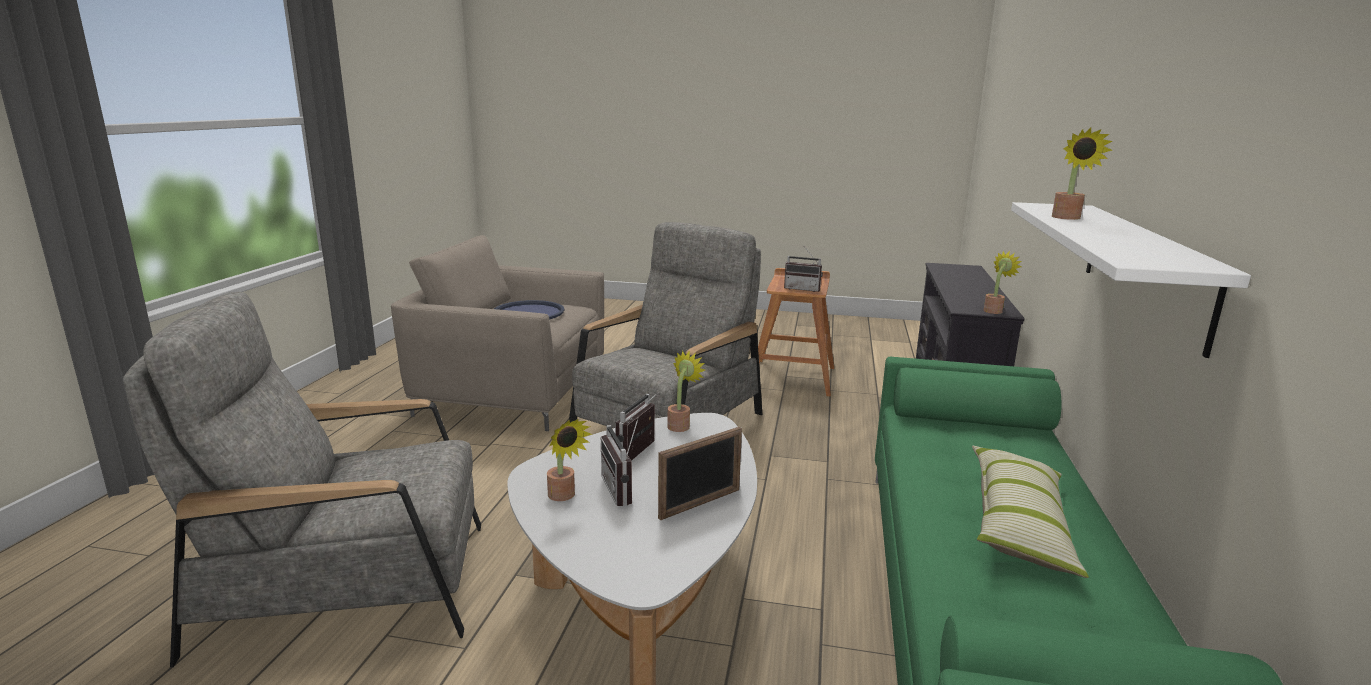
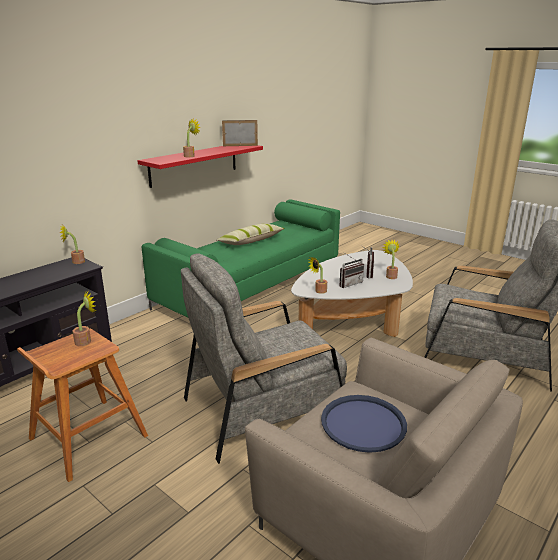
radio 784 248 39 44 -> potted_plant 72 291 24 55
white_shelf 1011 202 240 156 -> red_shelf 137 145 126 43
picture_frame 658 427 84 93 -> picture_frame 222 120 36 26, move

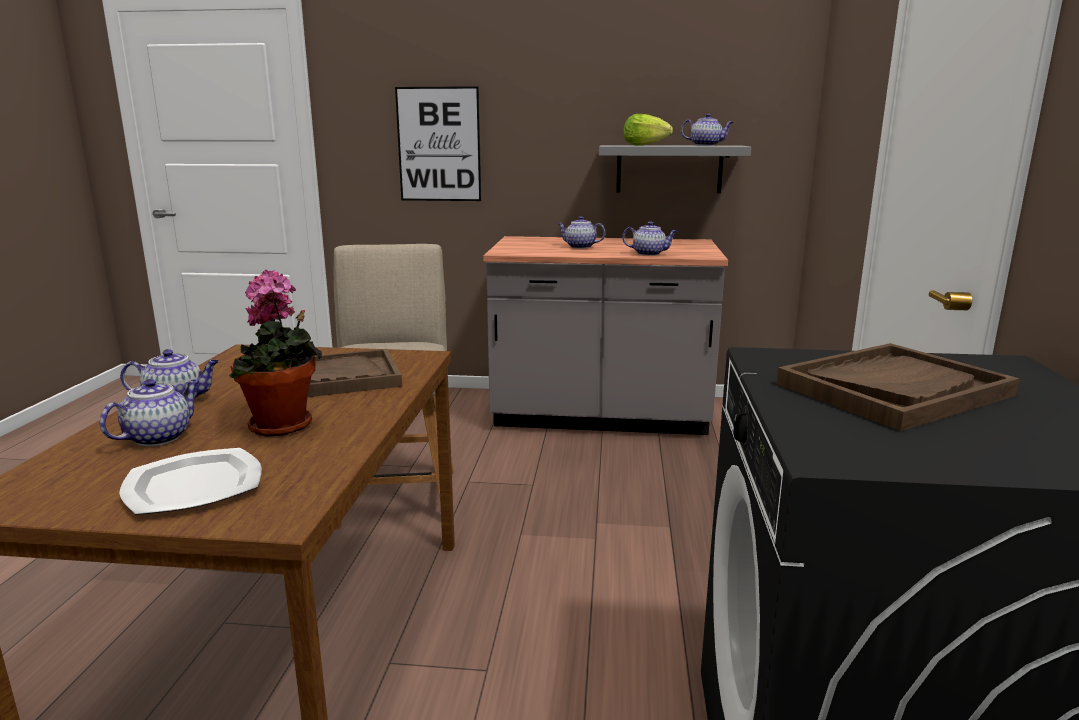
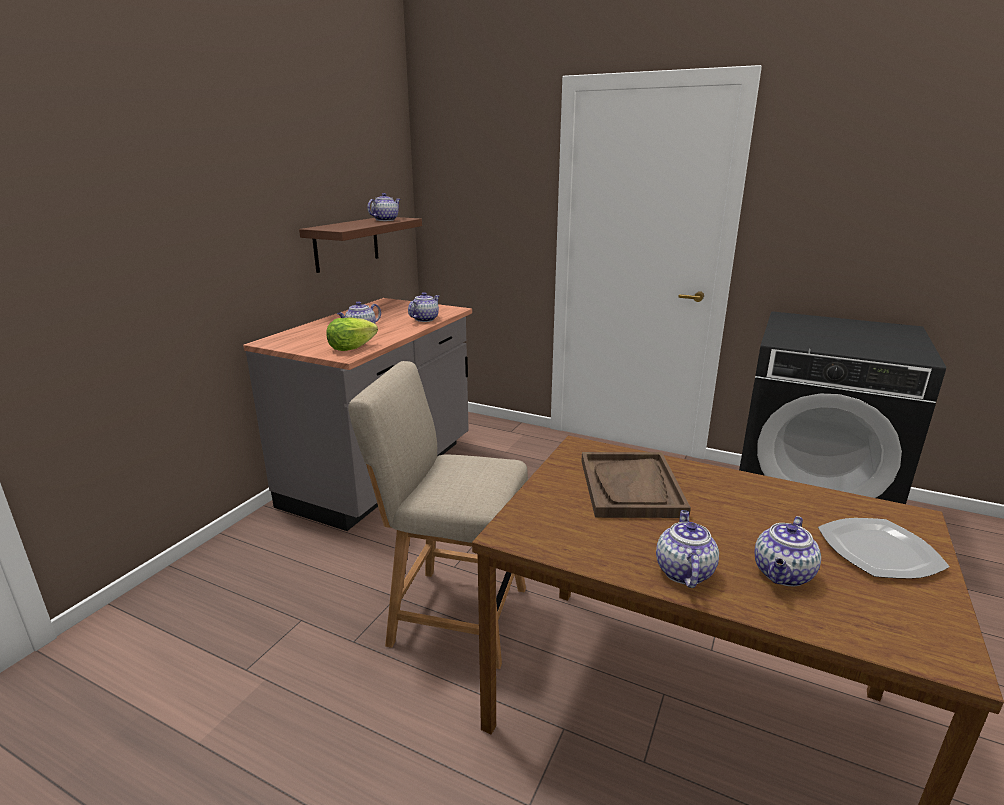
grey_shelf 599 145 152 48 -> brown_shelf 299 217 123 56
lettuce 623 114 50 32 -> lettuce 326 317 52 34, move
teapot 100 379 99 67 -> teapot 755 516 66 70, 105 degrees counterclockwise
potted_plant 229 270 93 166 -> none
picture 395 86 86 115 -> none
brown_tray 776 343 244 88 -> none

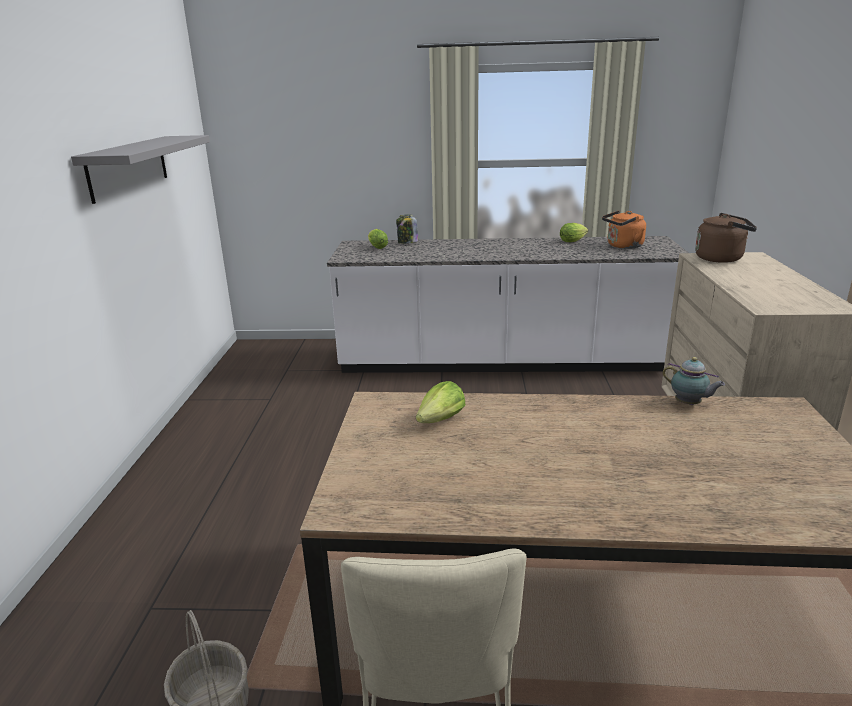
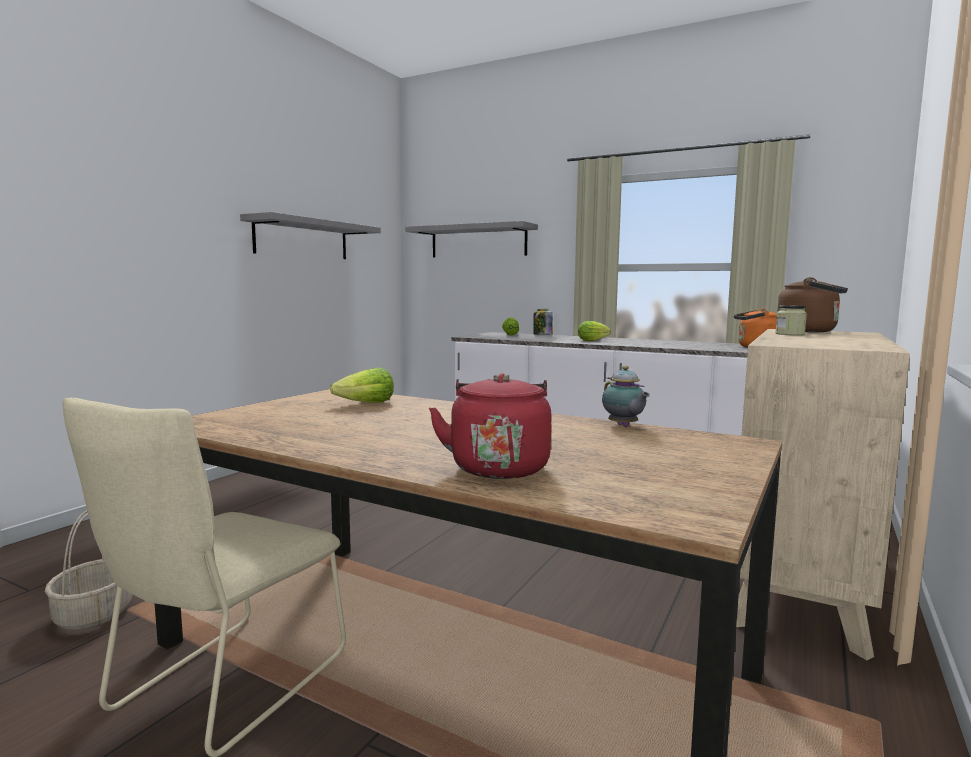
none -> grey_shelf 406 221 132 37
none -> red_kettle 429 373 123 106
lettuce 560 223 28 19 -> lettuce 578 321 33 20, move
none -> jar 776 305 31 30

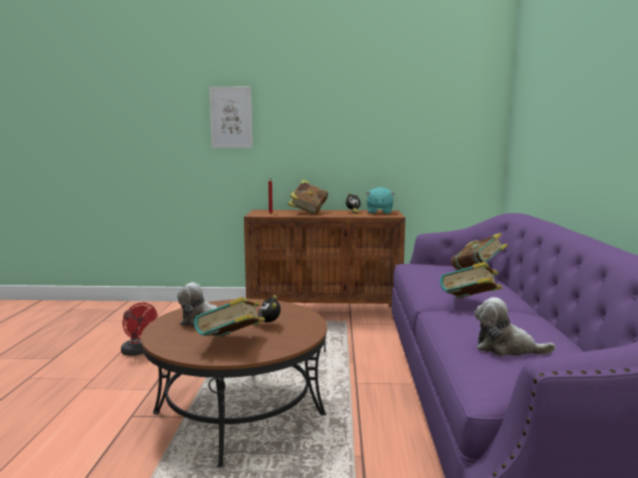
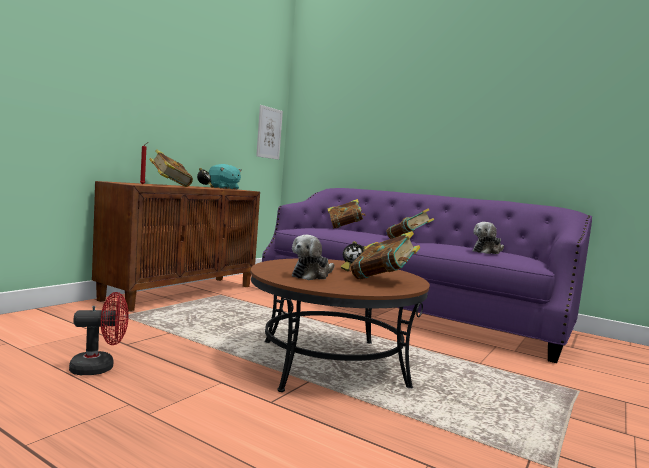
picture 209 87 44 61 -> picture 256 105 27 55, move

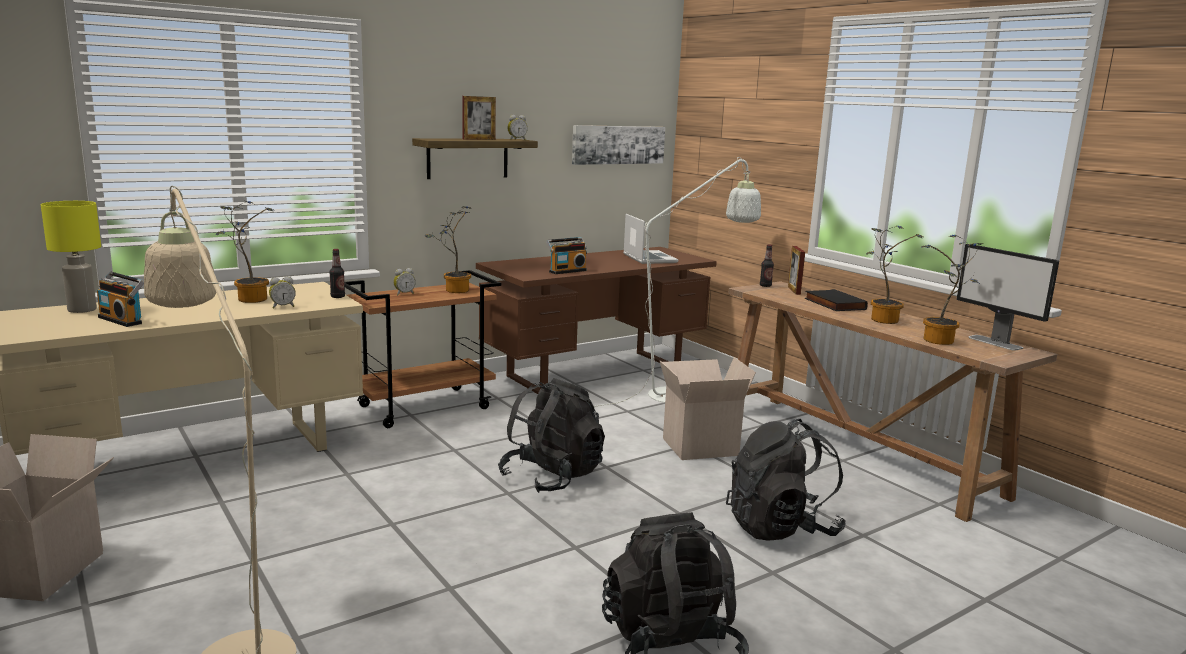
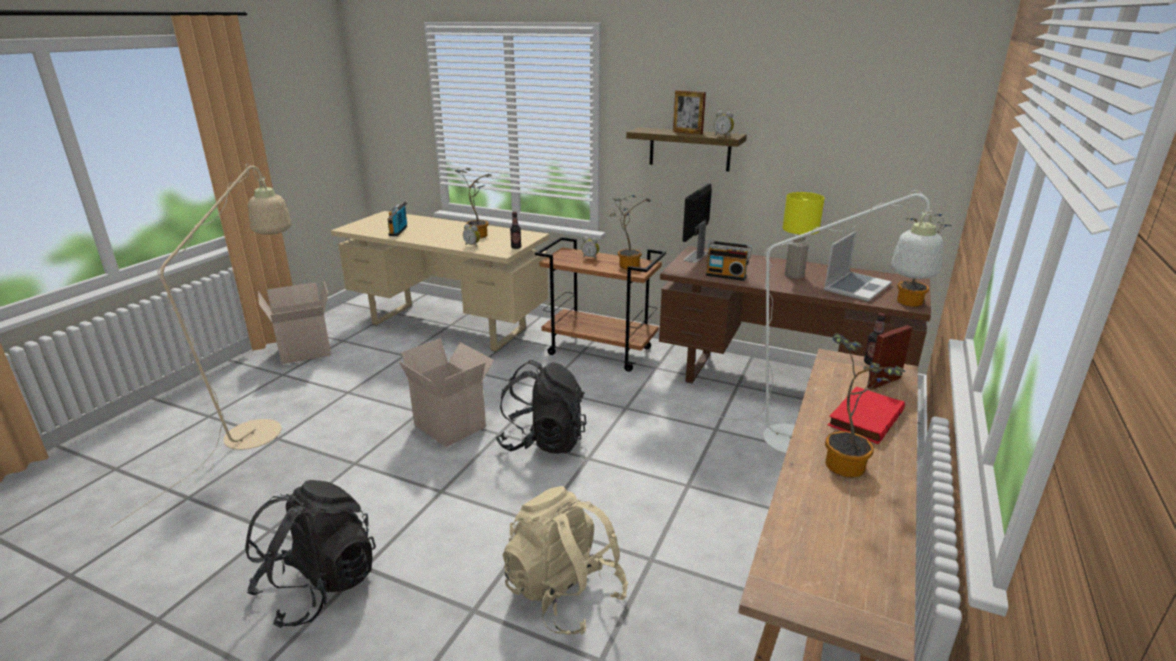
cardboard_box 659 357 97 103 -> cardboard_box 399 338 95 109, move
black_backpack 726 419 120 122 -> beige_backpack 502 486 126 149
monitor 957 244 102 106 -> monitor 682 183 30 80, move
yellow_table_lamp 41 201 60 112 -> yellow_table_lamp 783 192 42 87, move
black_book 804 289 64 22 -> red_book 828 387 77 57
potted_plant 921 235 62 110 -> potted_plant 897 214 55 93, move
picture 572 125 93 40 -> none

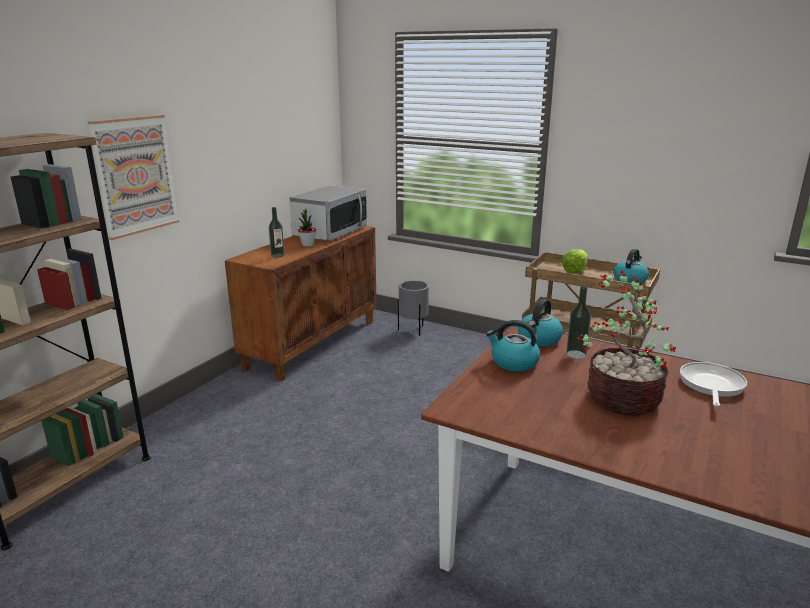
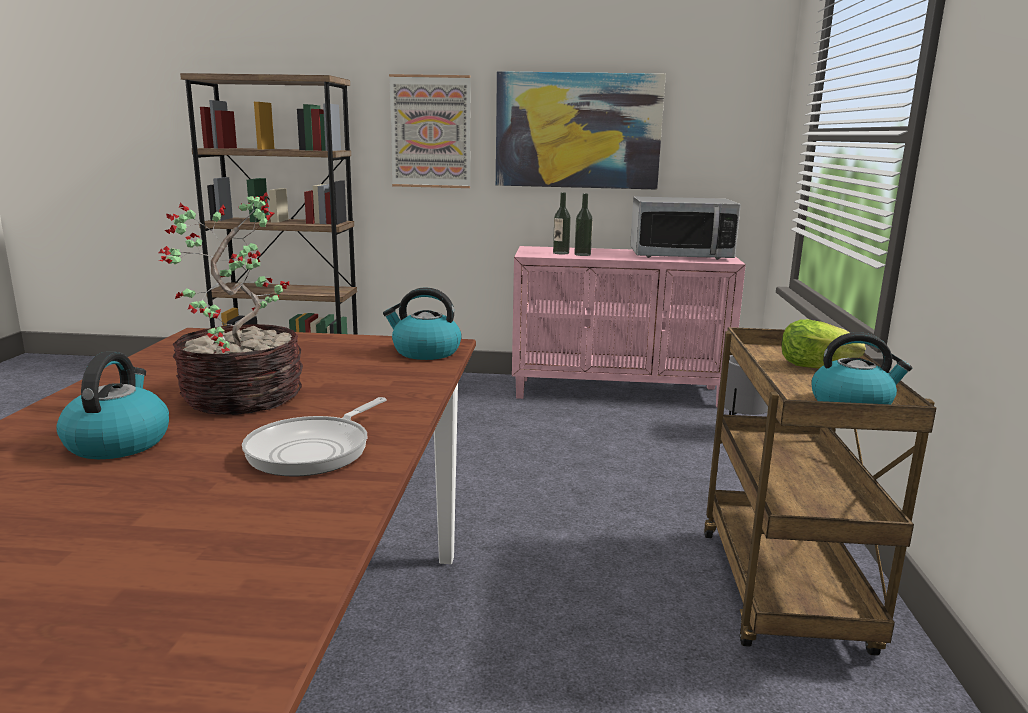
kettle 486 320 54 51 -> kettle 56 351 113 108, move
frying_pan 680 362 67 45 -> frying_pan 242 397 144 79, 120 degrees clockwise
none -> picture 496 71 170 119
brown_cabinet 225 226 152 156 -> pink_cabinet 512 246 234 161
bottle 566 286 25 73 -> bottle 574 193 19 63, move
potted_plant 298 208 18 39 -> none

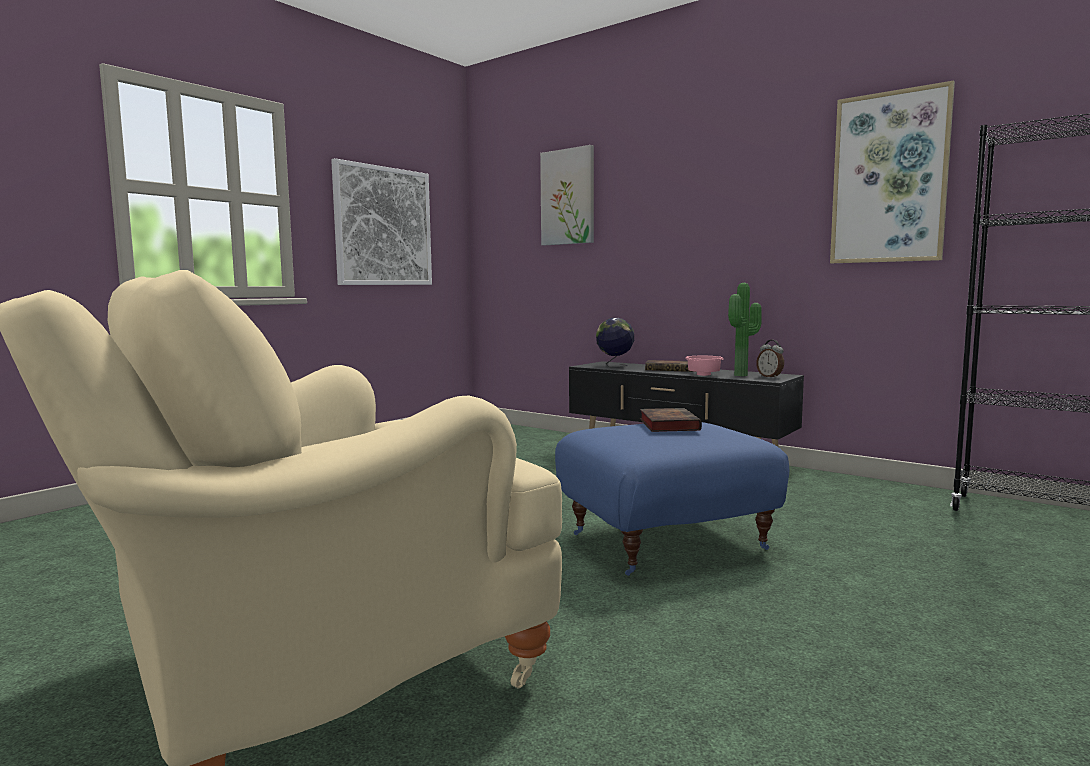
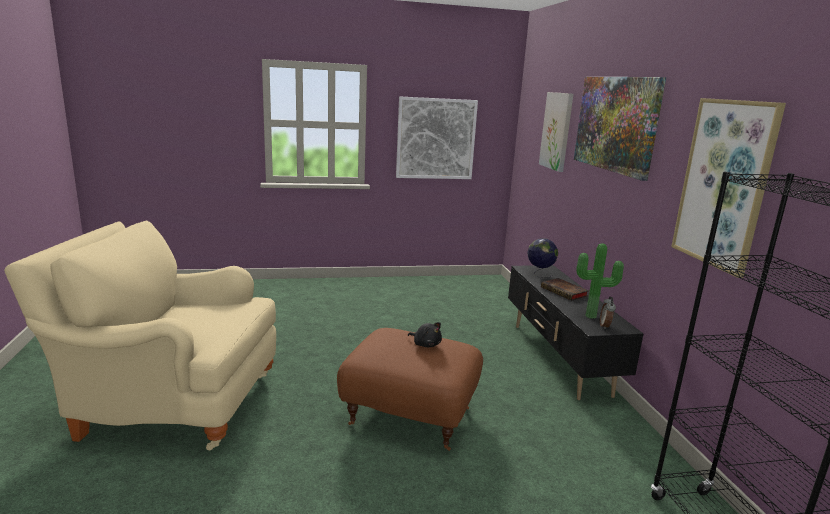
blue_ottoman 555 422 234 154 -> brown_ottoman 337 328 146 123
book 640 408 62 24 -> black_plush_toy 408 322 34 25
none -> picture 574 77 92 104
pink_bowl 685 356 38 20 -> none

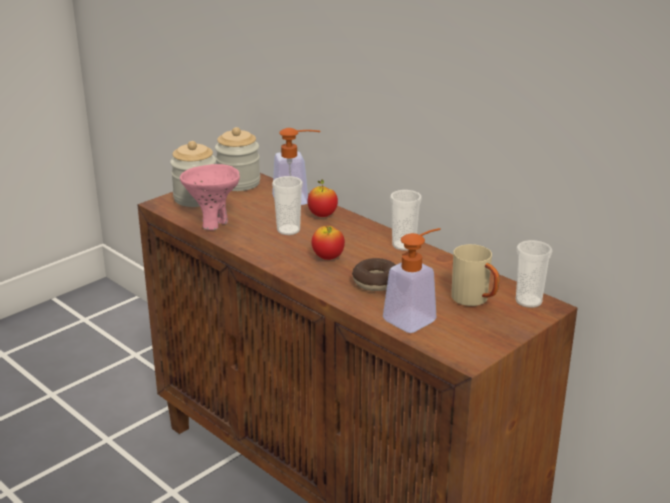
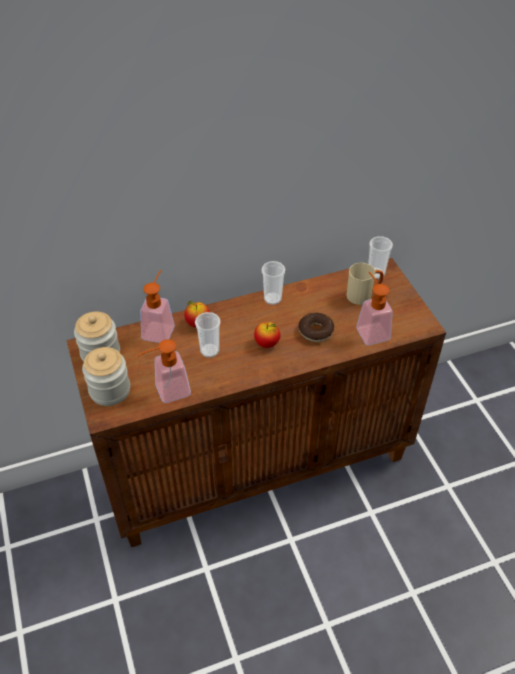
pink_bowl 180 164 60 66 -> soap_dispenser 137 339 54 64

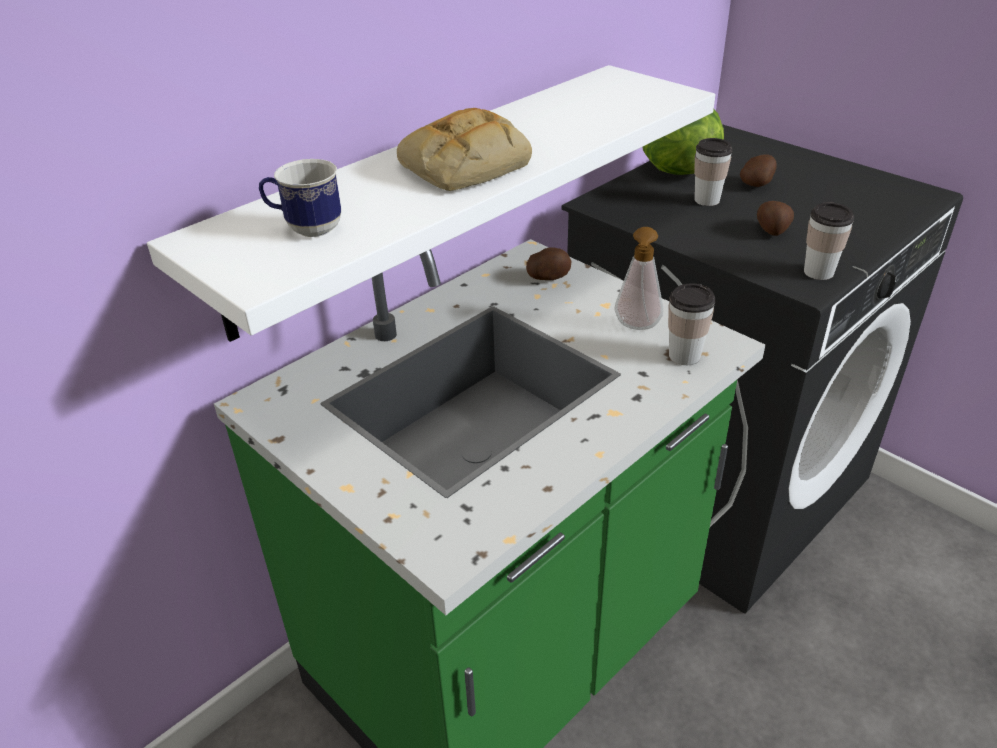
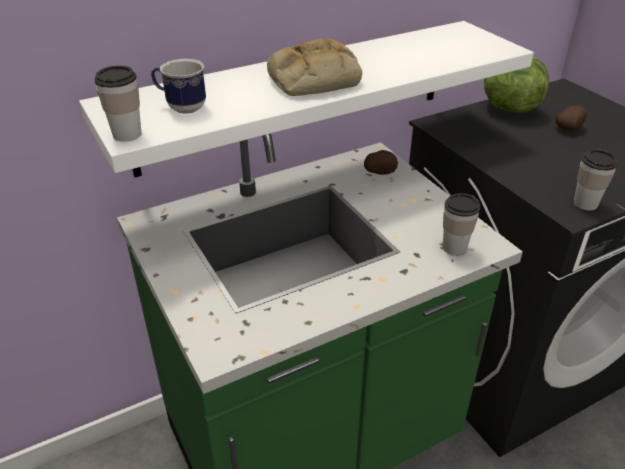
cup 694 138 38 68 -> cup 94 65 47 77, move
soap_dispenser 614 227 50 103 -> none
potato 757 201 37 35 -> none

